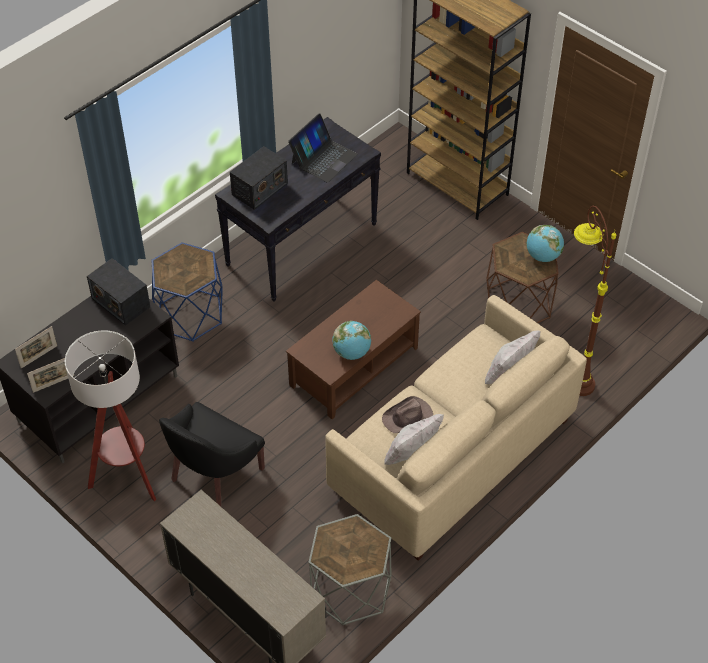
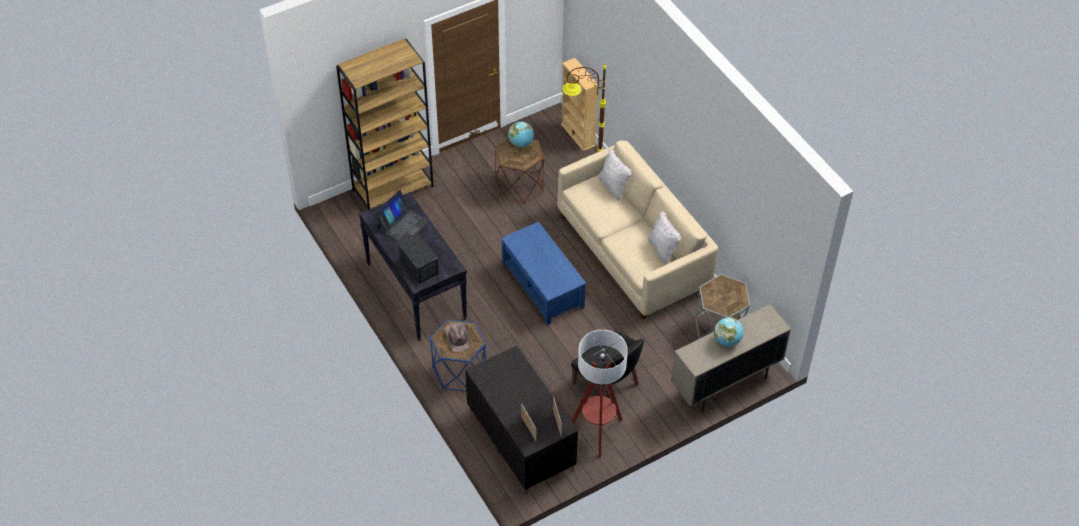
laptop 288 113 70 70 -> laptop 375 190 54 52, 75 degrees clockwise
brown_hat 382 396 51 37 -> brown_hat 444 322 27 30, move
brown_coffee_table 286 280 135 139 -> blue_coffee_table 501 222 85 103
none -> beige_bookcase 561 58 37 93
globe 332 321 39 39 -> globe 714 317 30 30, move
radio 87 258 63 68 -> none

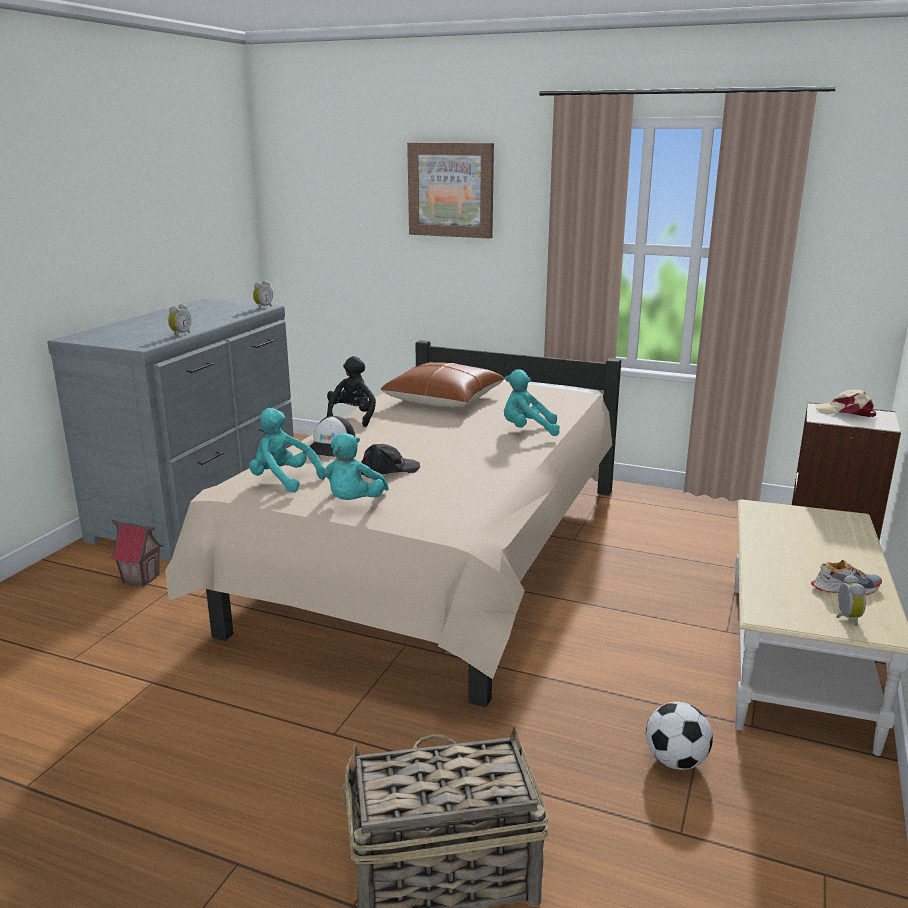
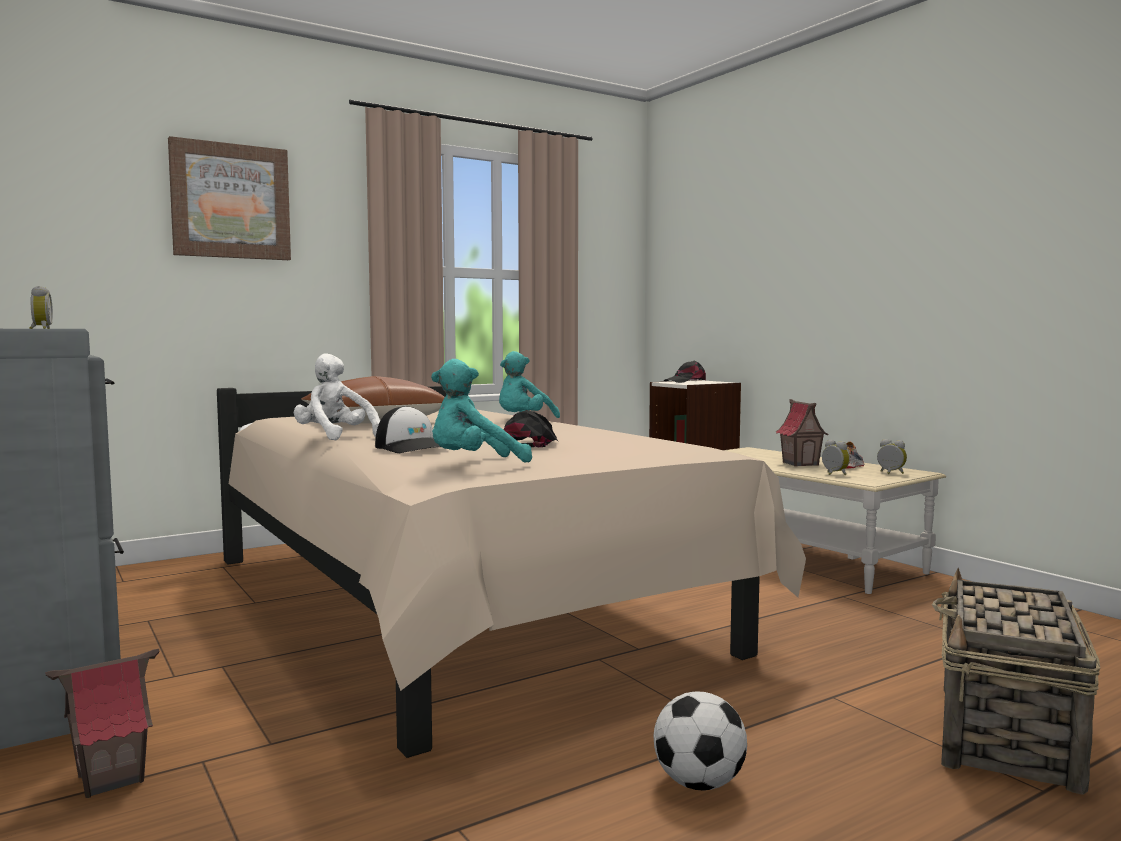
black_plush_toy 327 356 49 71 -> white_plush_toy 294 353 86 88
football 646 702 67 68 -> football 653 691 94 99, move
beige_cap 815 390 61 27 -> black_cap 664 361 42 22
none -> toy_house 775 399 54 68
alarm_clock 168 303 23 34 -> alarm_clock 822 440 28 35, move
turquoise_plush_toy 324 433 65 67 -> none

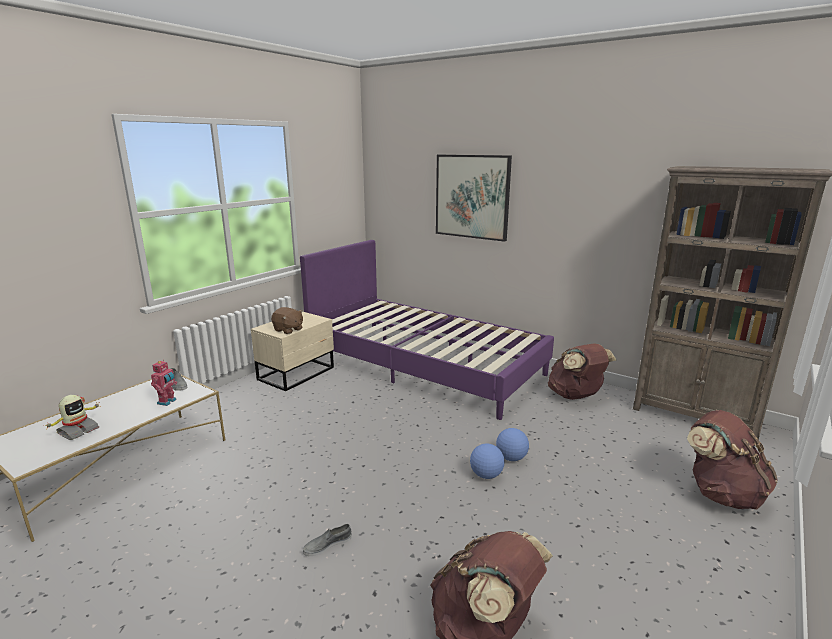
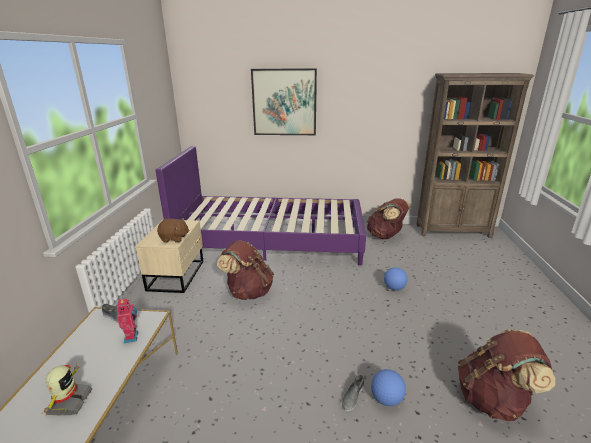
brown_backpack 687 410 91 99 -> brown_backpack 217 240 57 60, move
football 470 443 34 36 -> football 371 369 35 37, move

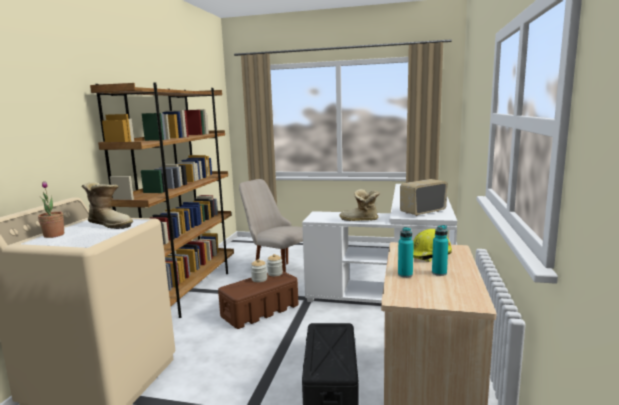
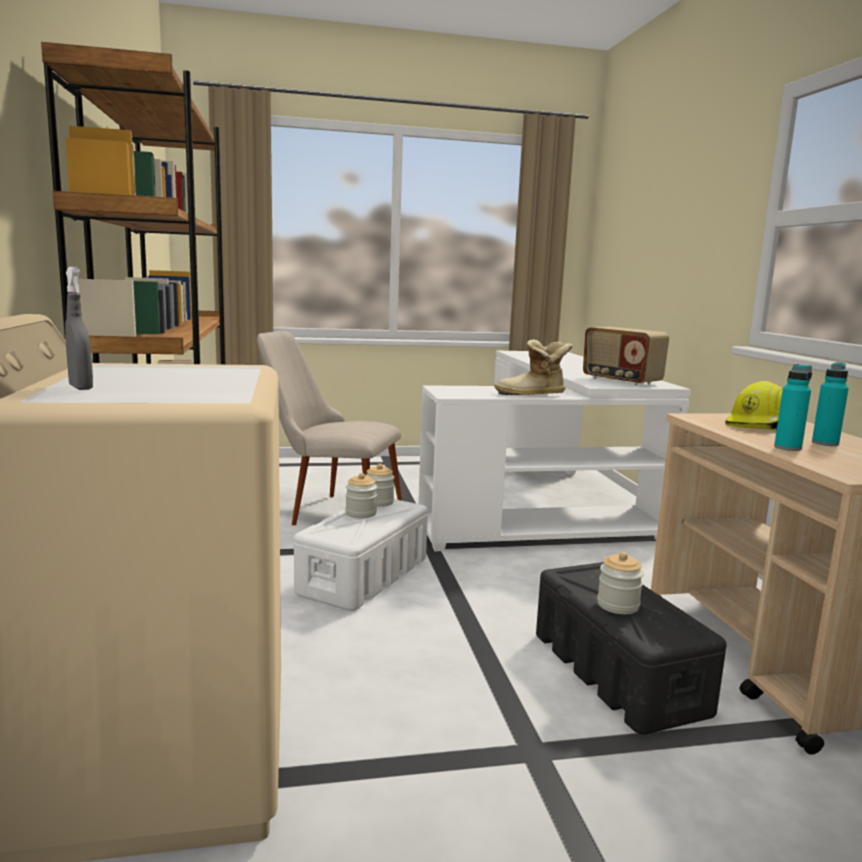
potted_plant 38 181 26 57 -> grey_spray_bottle 65 267 28 123
brown_storage_box 218 271 80 58 -> white_storage_box 294 499 134 112
radio 400 179 48 37 -> radio 583 327 86 59, 75 degrees counterclockwise
none -> jar 597 552 47 62
boot 82 182 51 47 -> none

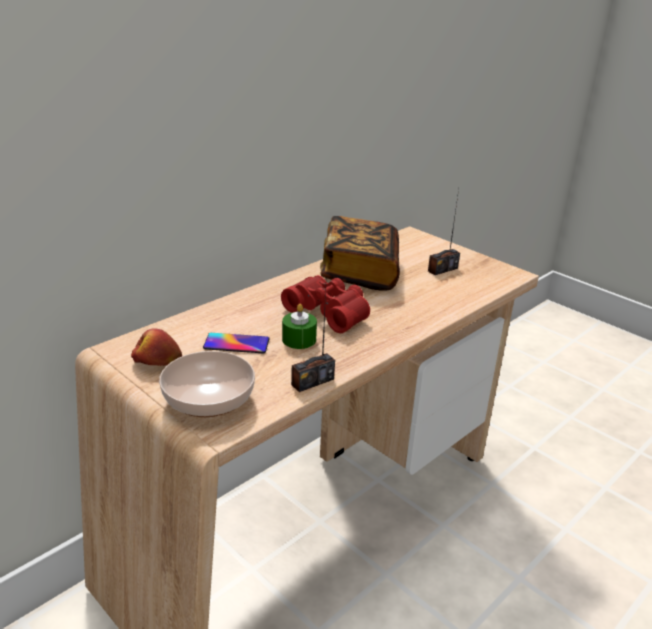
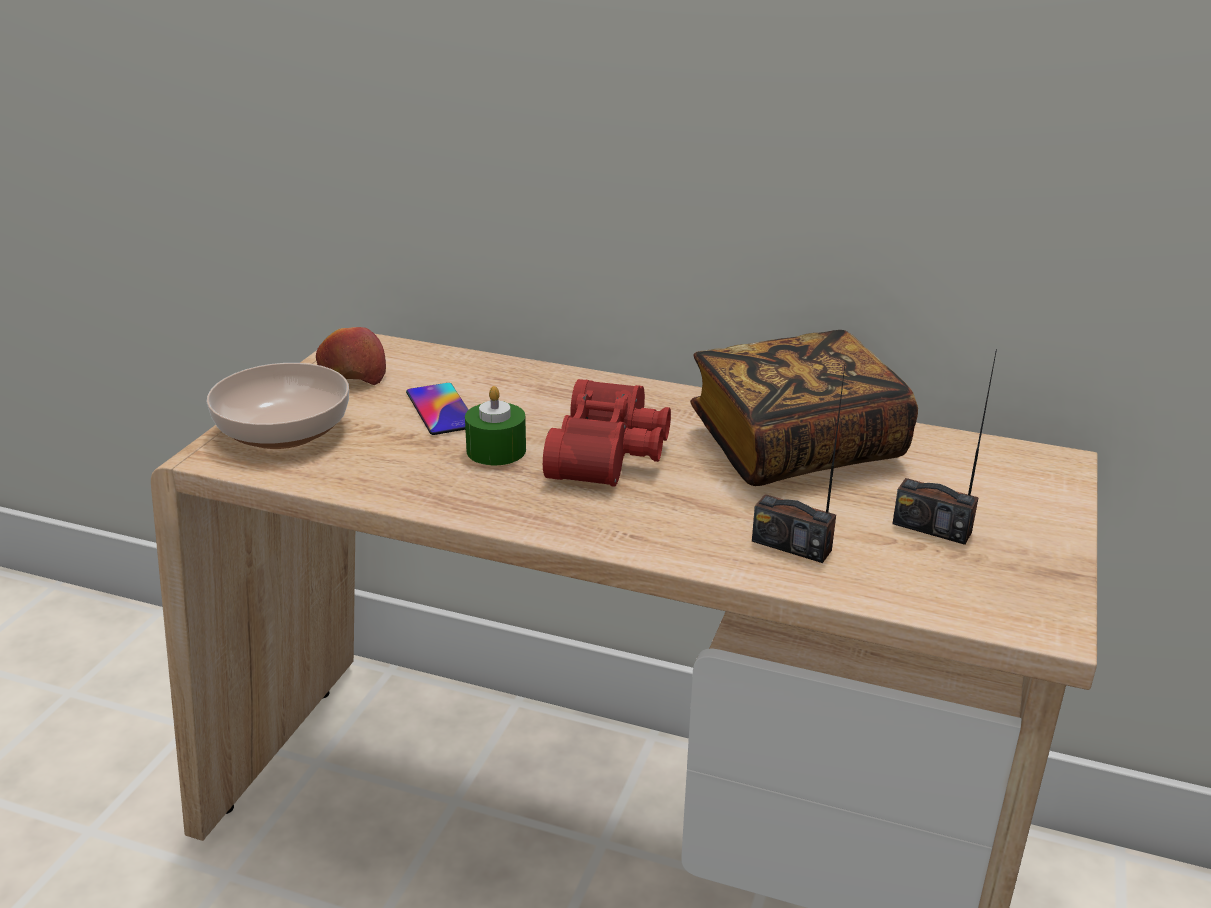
radio 291 274 44 118 -> radio 752 366 93 197, move

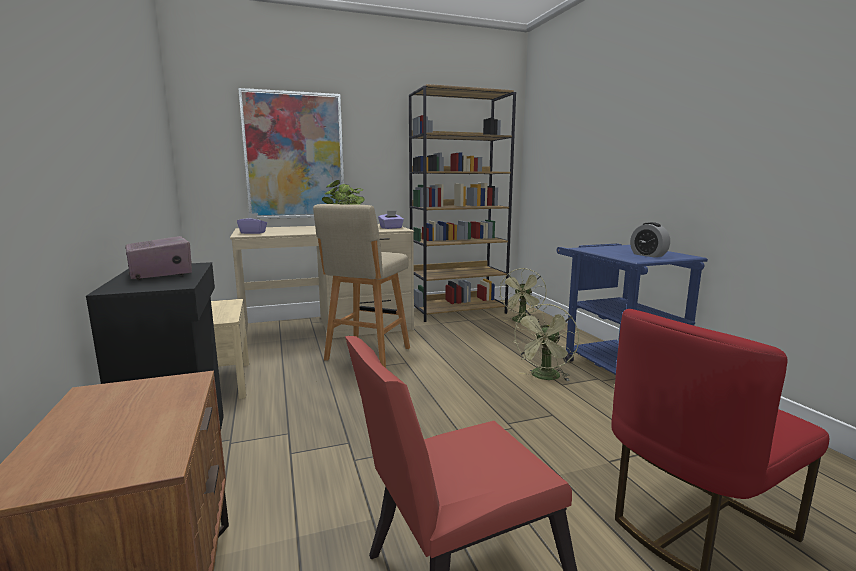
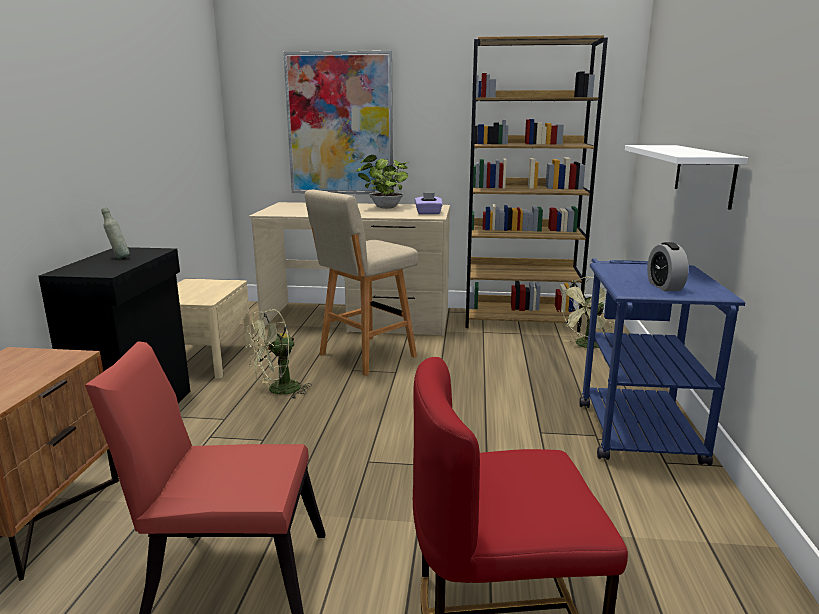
radio 125 236 67 44 -> grey_bottle 101 208 29 51
green_fan 512 304 67 77 -> green_fan 246 309 66 89, move
none -> white_shelf 625 145 123 65
purple_tissue_box 237 213 30 21 -> none

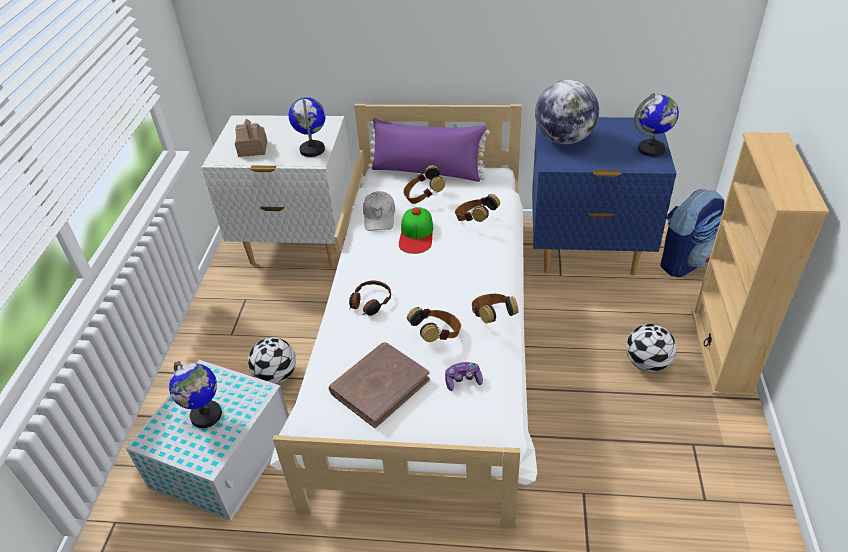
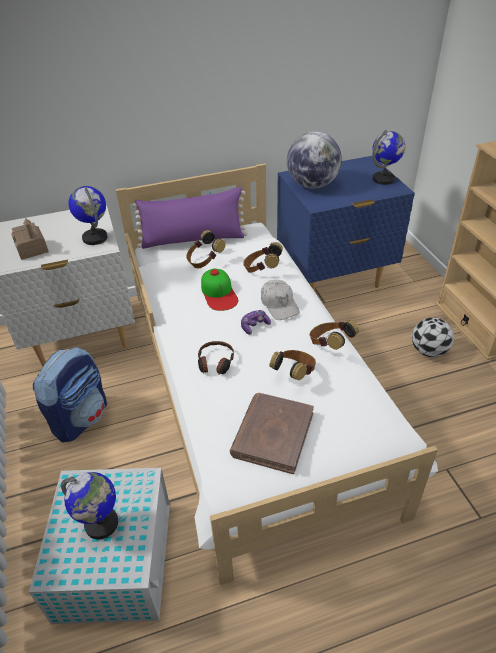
backpack 660 189 64 88 -> backpack 33 347 74 95, move
game_controller 445 362 38 29 -> game_controller 241 310 30 25, move
white_cap 363 191 32 40 -> white_cap 261 280 39 40, move
football 248 337 48 47 -> none

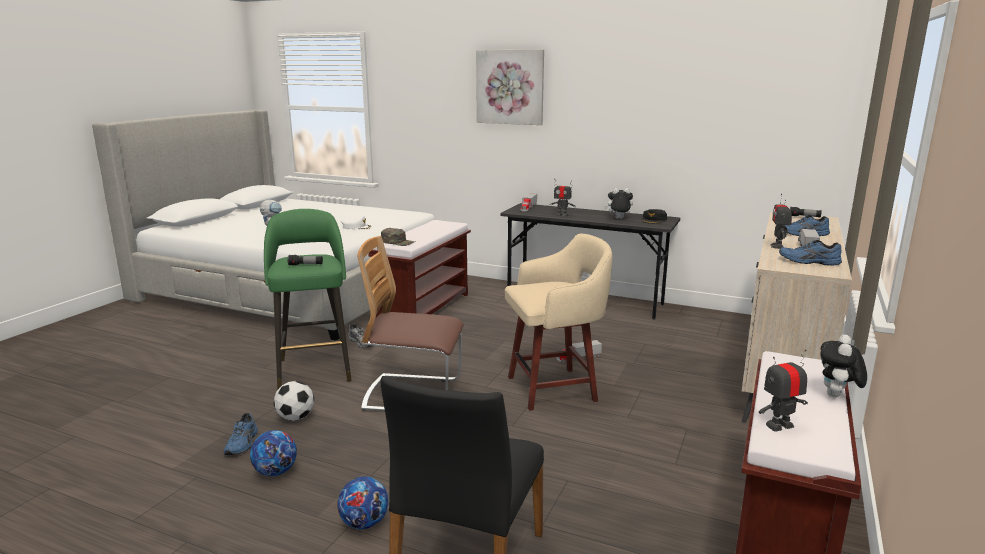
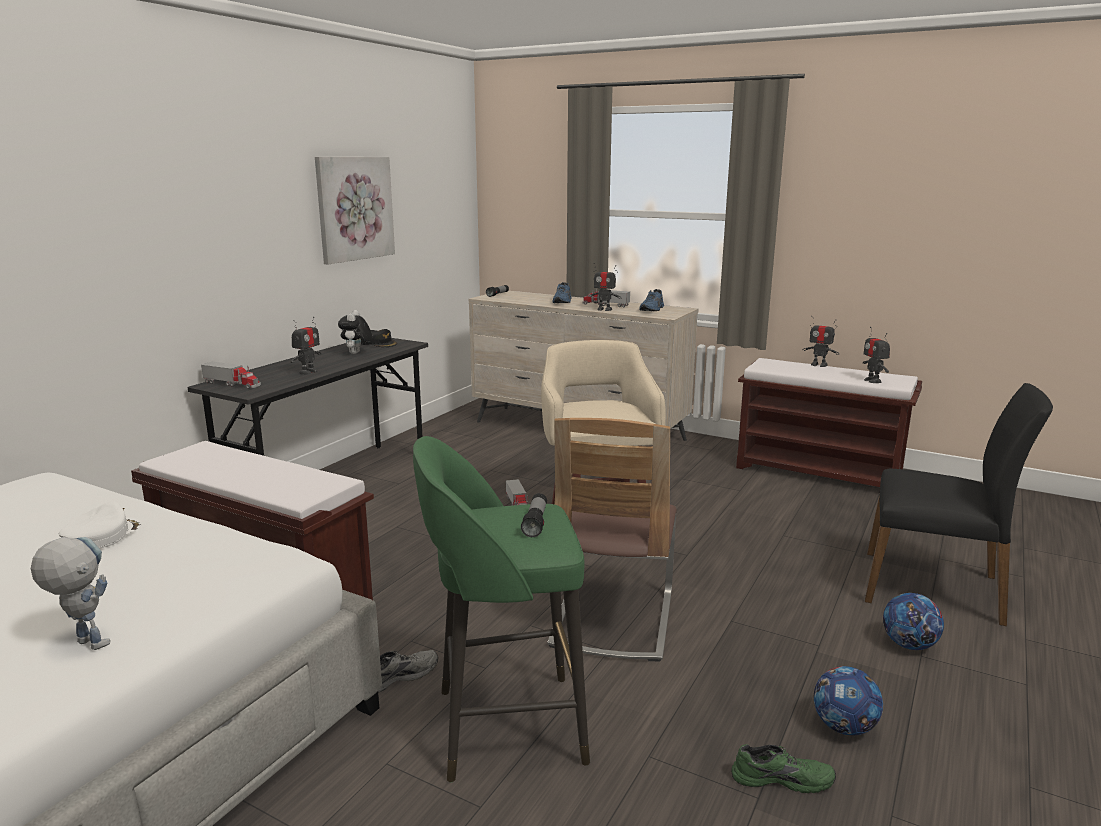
picture 476 50 68 75 -> picture 315 157 80 107, move
blue_shoe 224 413 34 42 -> green_shoe 731 744 105 49
plush_toy 820 335 47 62 -> toy_robot 802 316 37 51
football 274 381 40 40 -> none
green_cap 381 228 34 18 -> none

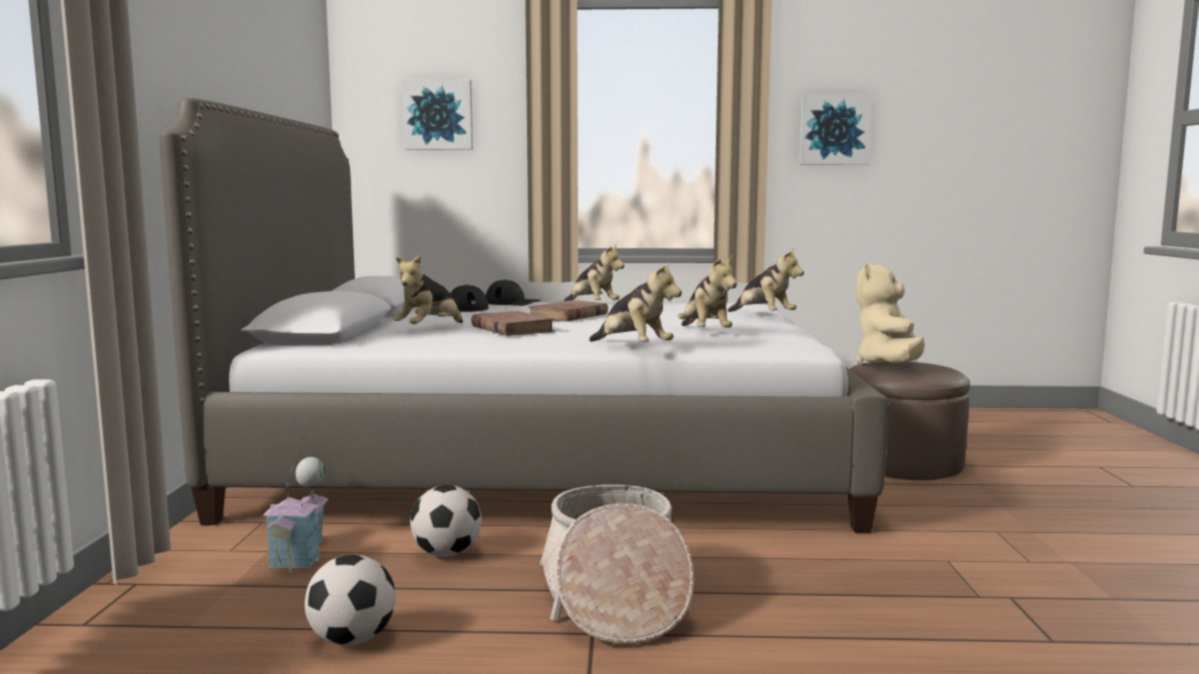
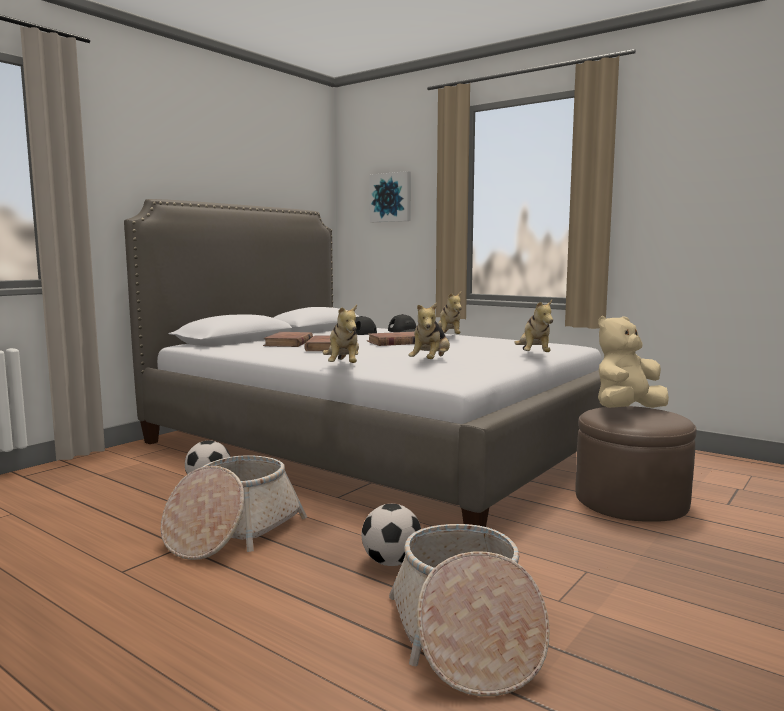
plush_toy 394 255 69 69 -> brown_book 263 332 50 15
football 305 554 90 92 -> football 361 504 60 62, move
none -> basket 389 524 161 172
toy_house 263 457 65 116 -> none
picture 799 94 74 71 -> none

